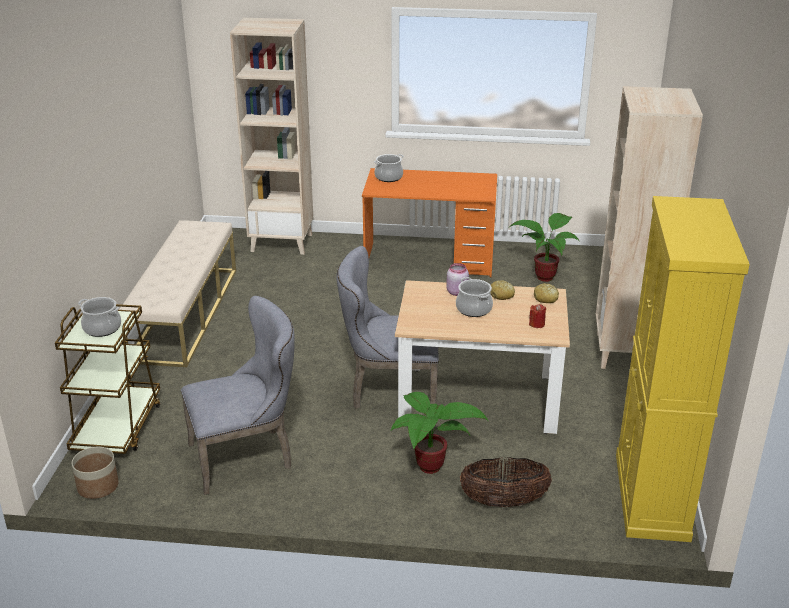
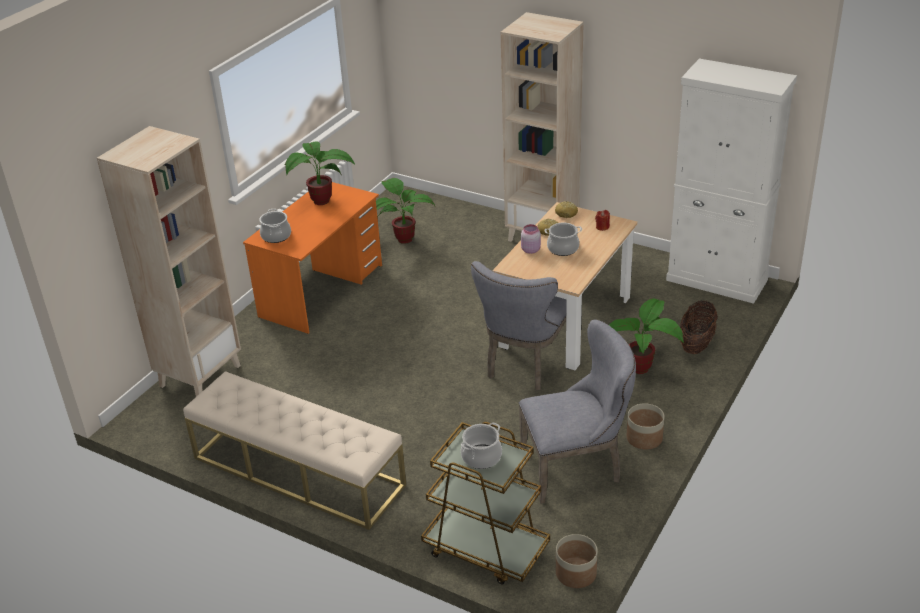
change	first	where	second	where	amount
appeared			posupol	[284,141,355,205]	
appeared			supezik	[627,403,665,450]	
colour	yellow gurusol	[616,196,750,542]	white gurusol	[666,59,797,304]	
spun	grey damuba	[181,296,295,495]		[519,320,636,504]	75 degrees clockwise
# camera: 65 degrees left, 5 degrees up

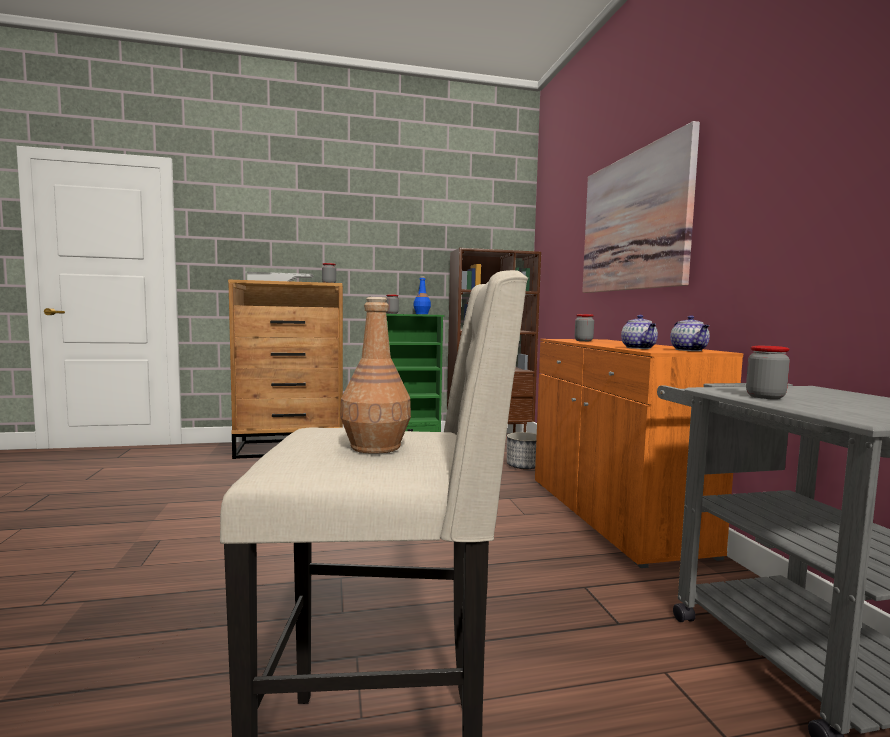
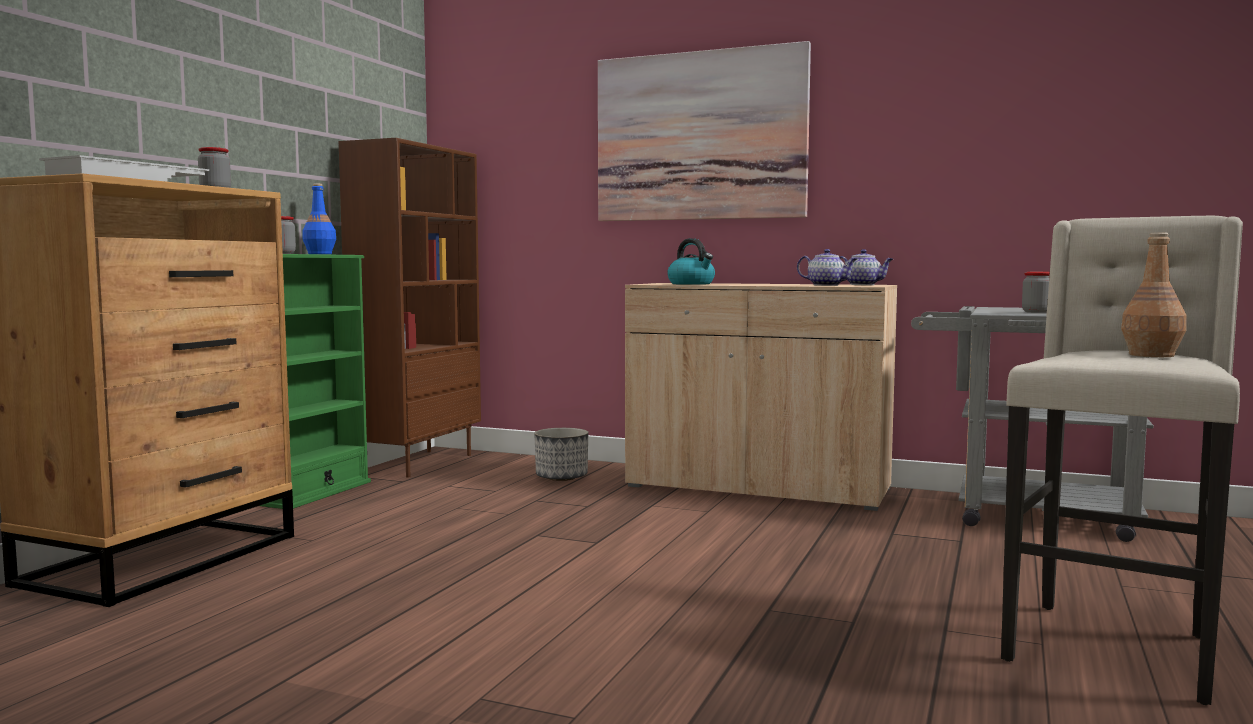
change	first	where	second	where	amount
exchanged	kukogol	[575,314,594,341]	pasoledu	[667,238,715,285]	
colour	orange gurusol	[535,339,743,568]	beige gurusol	[625,283,897,511]	
# camera: 55 degrees left, 0 degrees up

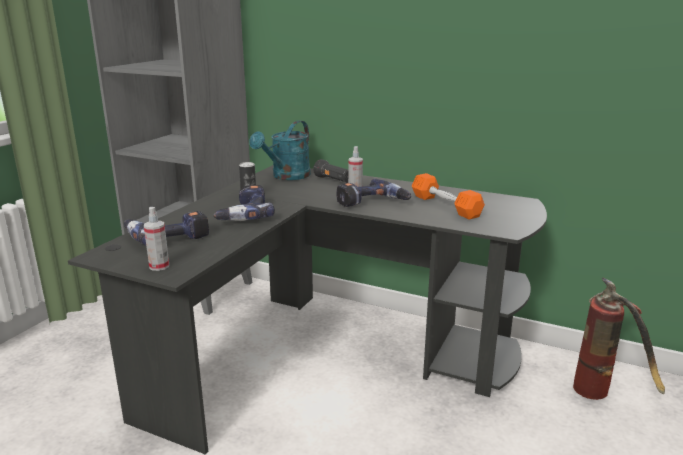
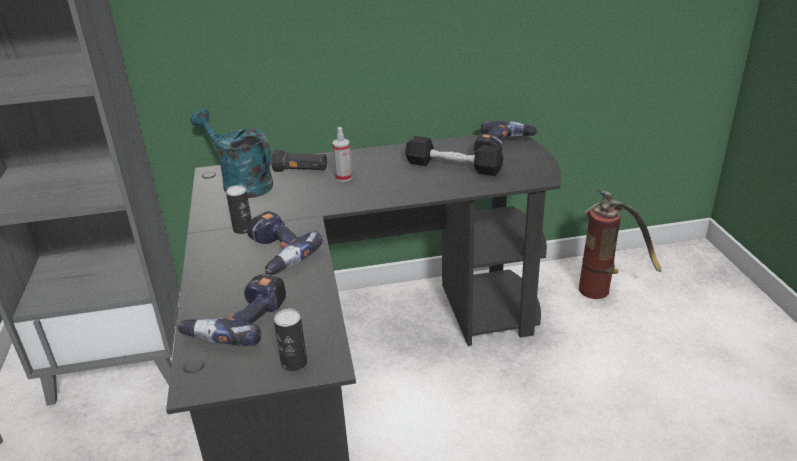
change	first	where	second	where	amount
relocated	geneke	[336,179,411,207]		[474,121,538,155]	
exchanged	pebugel	[144,207,169,271]	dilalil	[274,309,307,371]	
colour	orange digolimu	[412,173,485,219]	black digolimu	[405,136,503,176]	
spun	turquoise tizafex	[249,121,311,180]		[191,108,273,198]	135 degrees clockwise
# camera: 35 degrees left, 10 degrees up

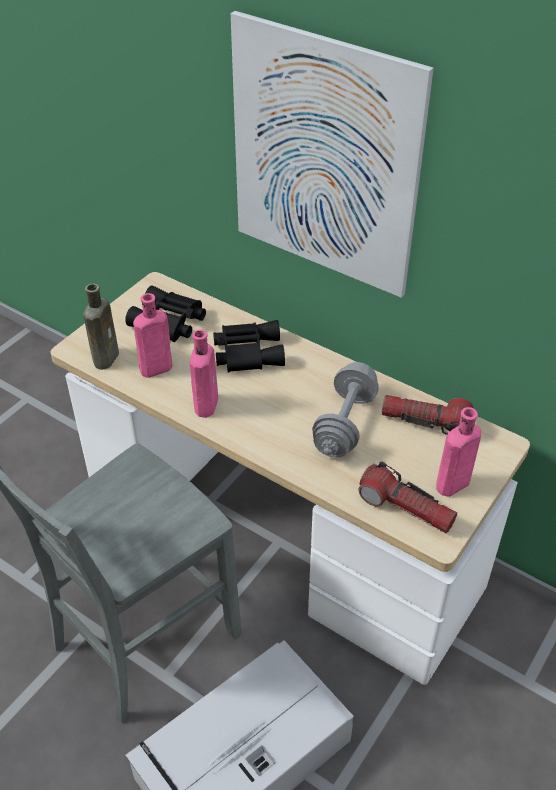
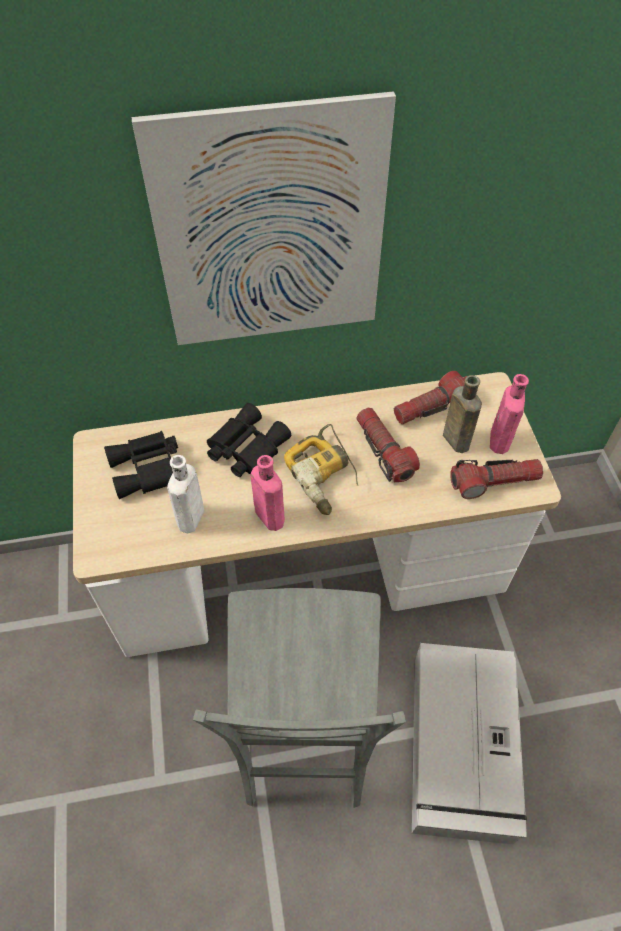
change	first	where	second	where	amount
appeared			geneke	[284,424,358,515]	
relocated	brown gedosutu	[83,283,119,370]		[443,375,482,453]	
exchanged	grey digolimu	[312,362,379,458]	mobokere	[356,407,420,482]	
colour	pink gedosutu	[133,293,172,378]	white gedosutu	[167,455,204,533]	
# camera: 45 degrees left, 10 degrees up

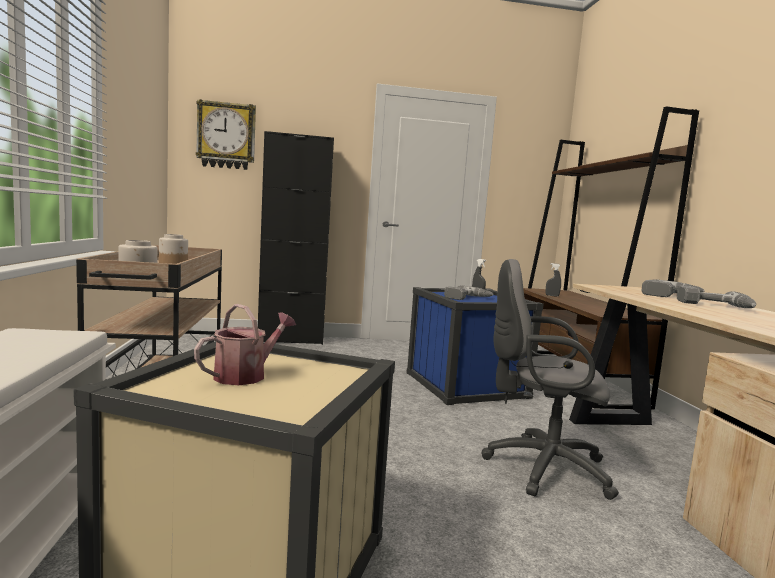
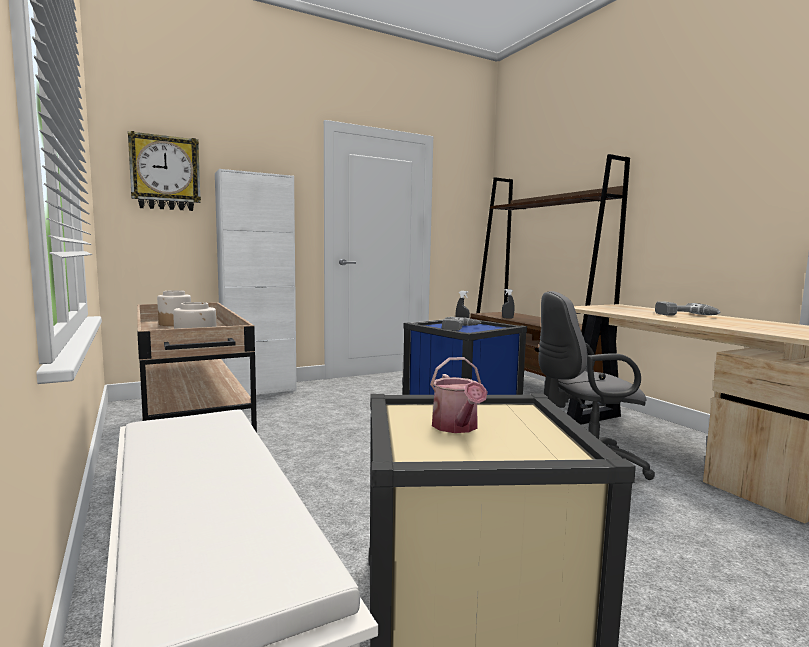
change	first	where	second	where	amount
missing	geneke	[641,280,704,297]			
colour	black gurusol	[258,131,334,345]	white gurusol	[215,169,297,396]	
spun	tizafex	[194,304,296,385]		[430,357,488,433]	150 degrees clockwise
# camera: 20 degrees left, 0 degrees up

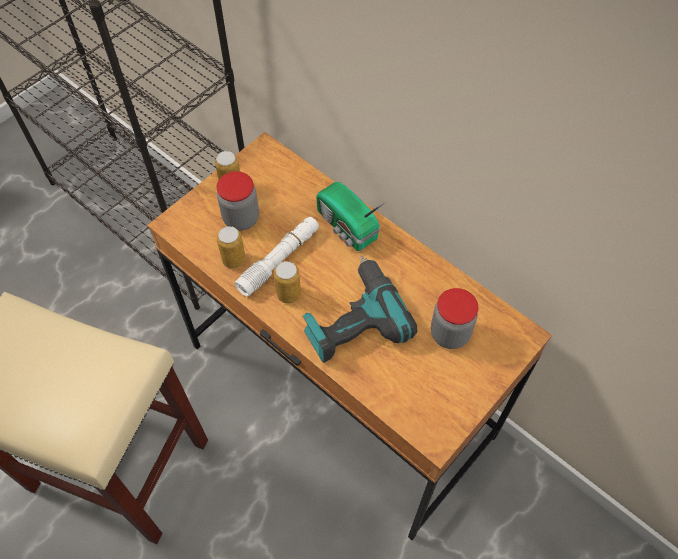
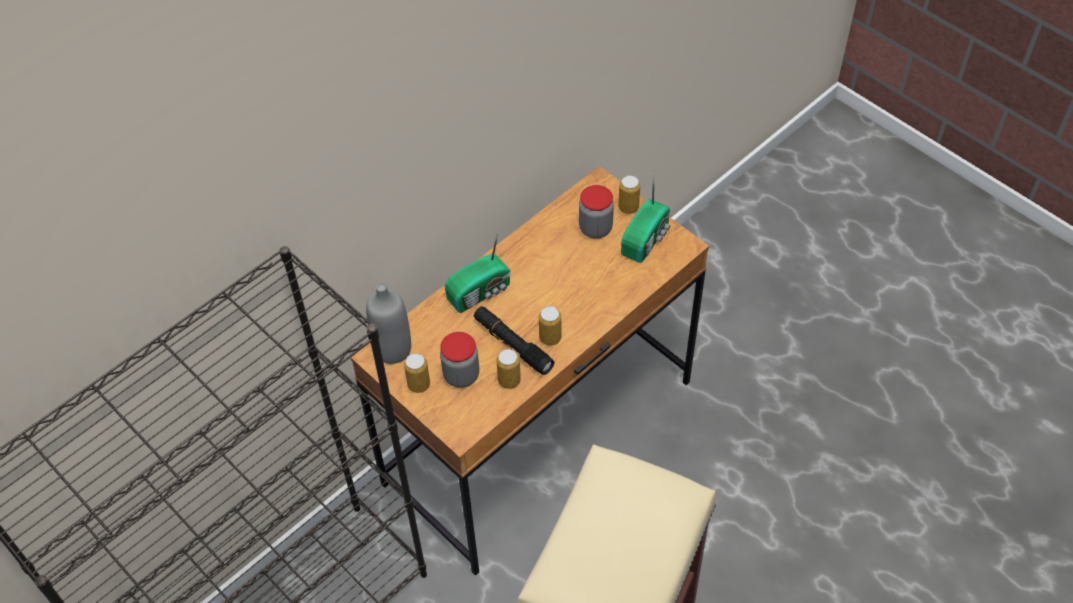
change	first	where	second	where	amount
missing	geneke	[303,256,417,363]			
appeared			grey gedosutu	[366,283,411,364]	
appeared			dilalil	[618,175,640,214]	
appeared			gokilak	[621,173,671,263]	
colour	white mobokere	[234,217,319,297]	black mobokere	[474,306,554,375]	
# camera: 85 degrees left, 5 degrees down

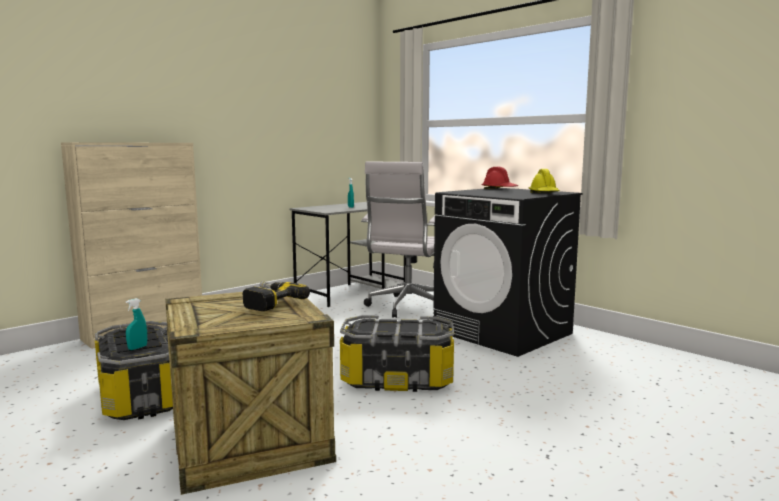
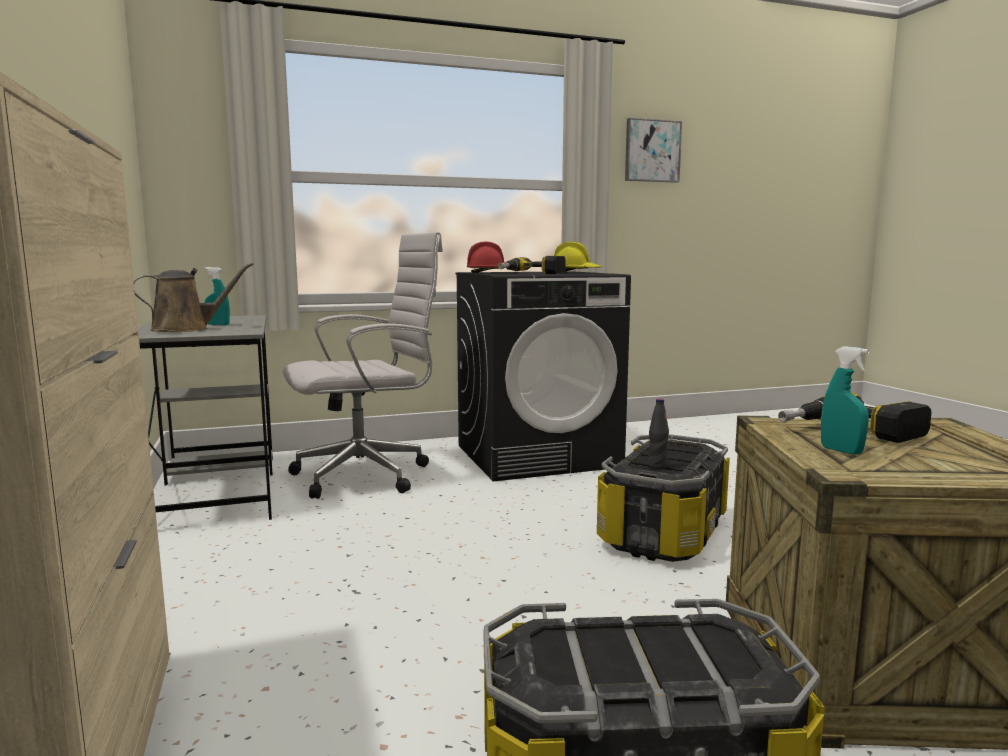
change	first	where	second	where	amount
appeared			brown tizafex	[134,262,253,332]	
appeared			geneke	[498,256,566,274]	
appeared			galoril	[625,118,682,183]	
appeared			black gedosutu	[648,399,669,470]	
relocated	turquoise pebugel	[126,298,147,350]		[821,346,869,454]	
spun	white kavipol	[361,161,435,318]		[283,232,443,499]	75 degrees counterclockwise
# camera: 65 degrees left, 0 degrees up

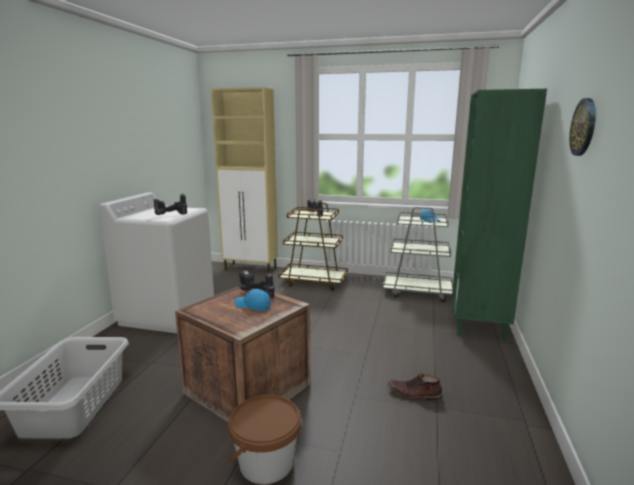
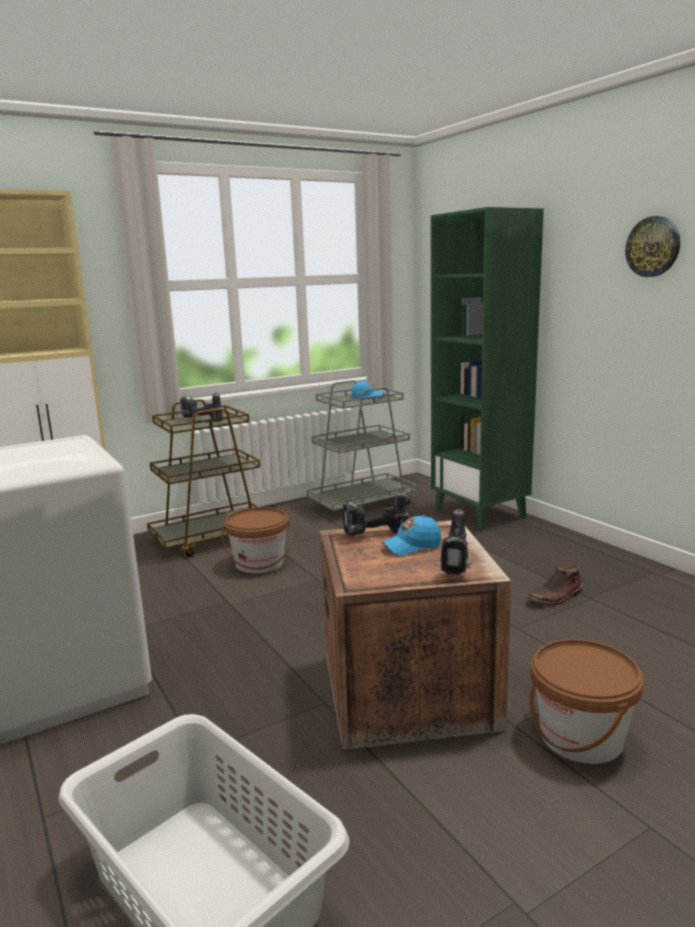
change	first	where	second	where	amount
appeared			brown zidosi	[222,507,292,573]	
relocated	geneke	[154,193,187,215]		[441,508,472,575]	
# camera: 45 degrees left, 0 degrees up

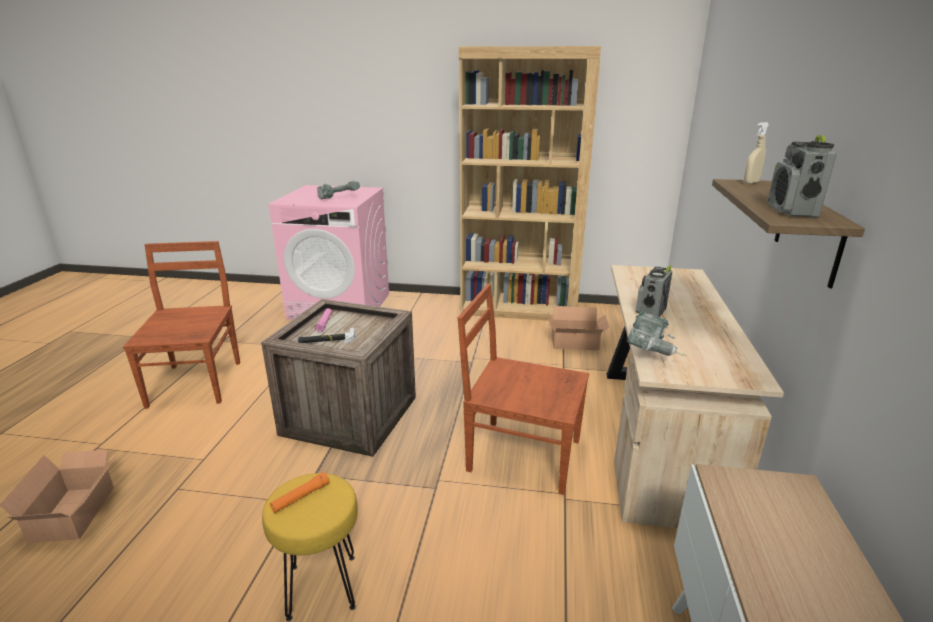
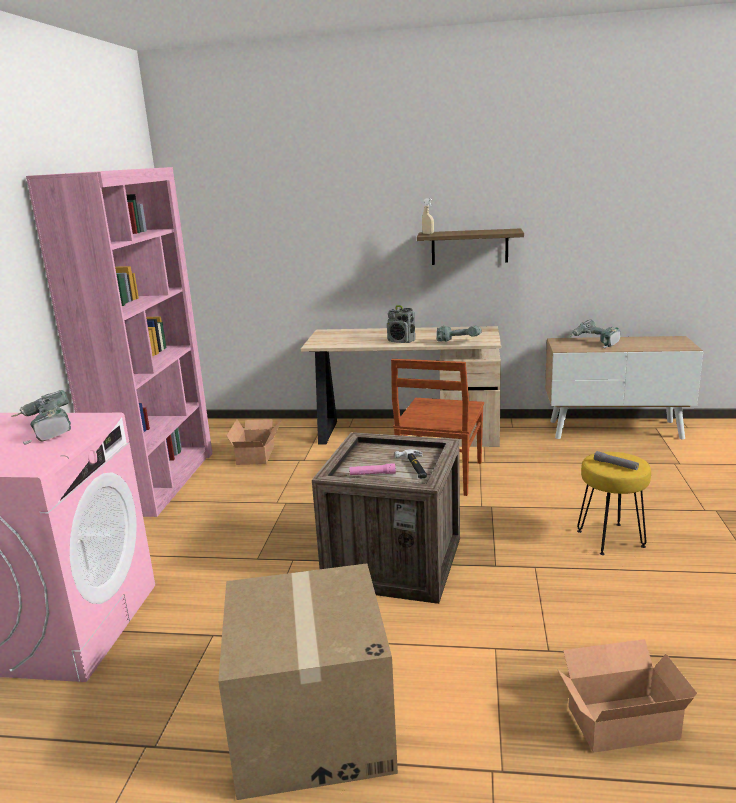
change	first	where	second	where	amount
missing	gokilak	[768,135,837,218]			
appeared			geneke	[571,320,620,348]	
exchanged	brown damuba	[123,241,240,409]	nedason	[218,564,398,800]	
colour	orange mobokere	[270,472,329,513]	grey mobokere	[594,451,639,470]	
colour	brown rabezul	[459,46,601,321]	pink rabezul	[26,167,213,517]	
# camera: 90 degrees left, 5 degrees down

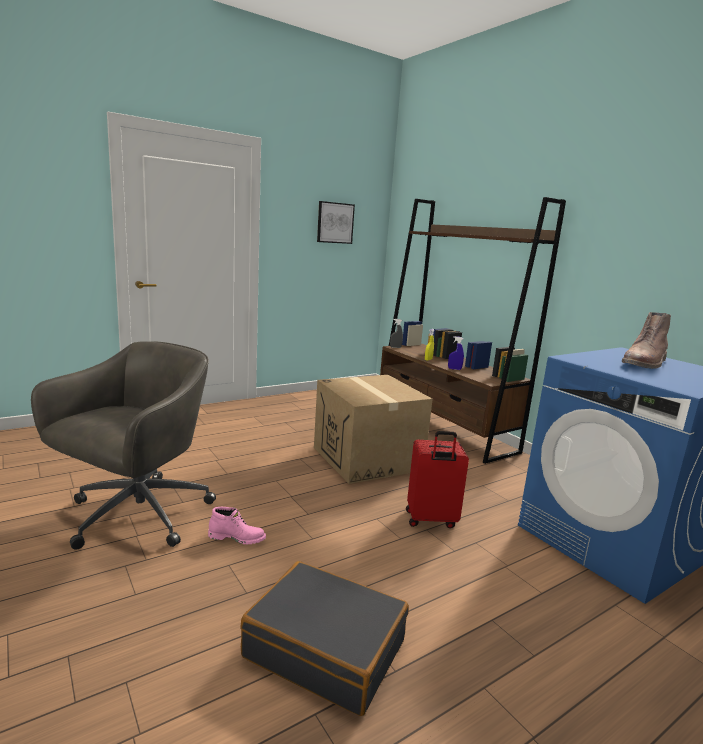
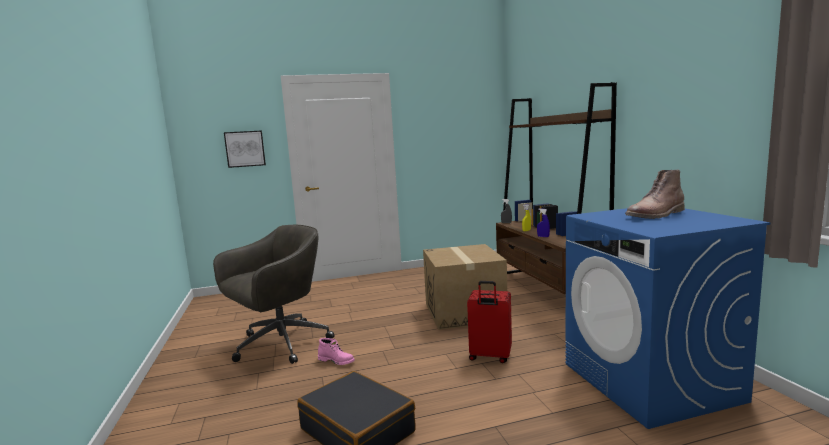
change	first	where	second	where	amount
relocated	galoril	[317,201,355,244]		[224,131,266,168]	
# camera: 20 degrees right, 5 degrees down

